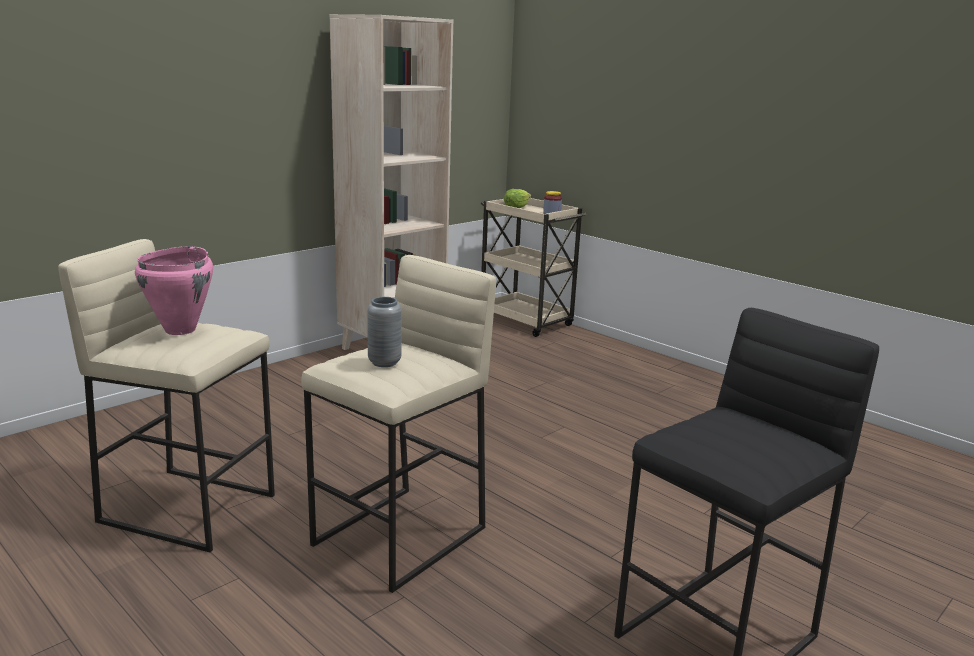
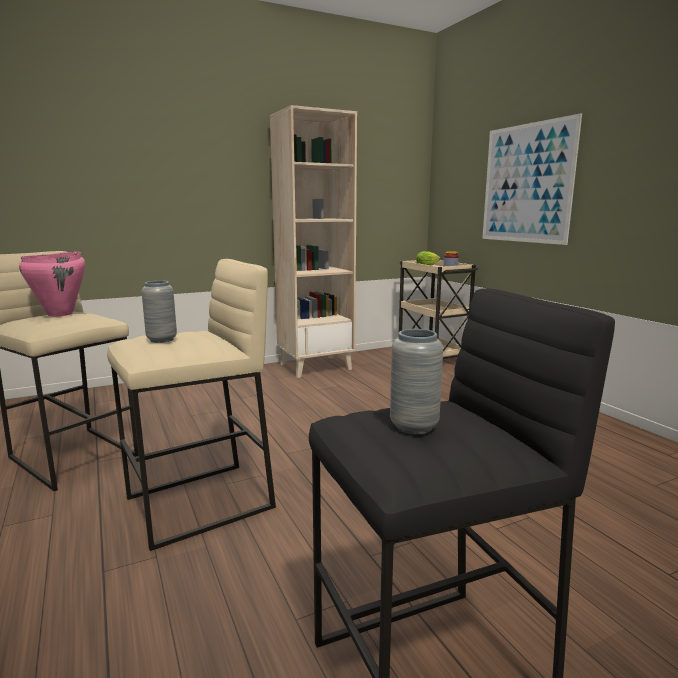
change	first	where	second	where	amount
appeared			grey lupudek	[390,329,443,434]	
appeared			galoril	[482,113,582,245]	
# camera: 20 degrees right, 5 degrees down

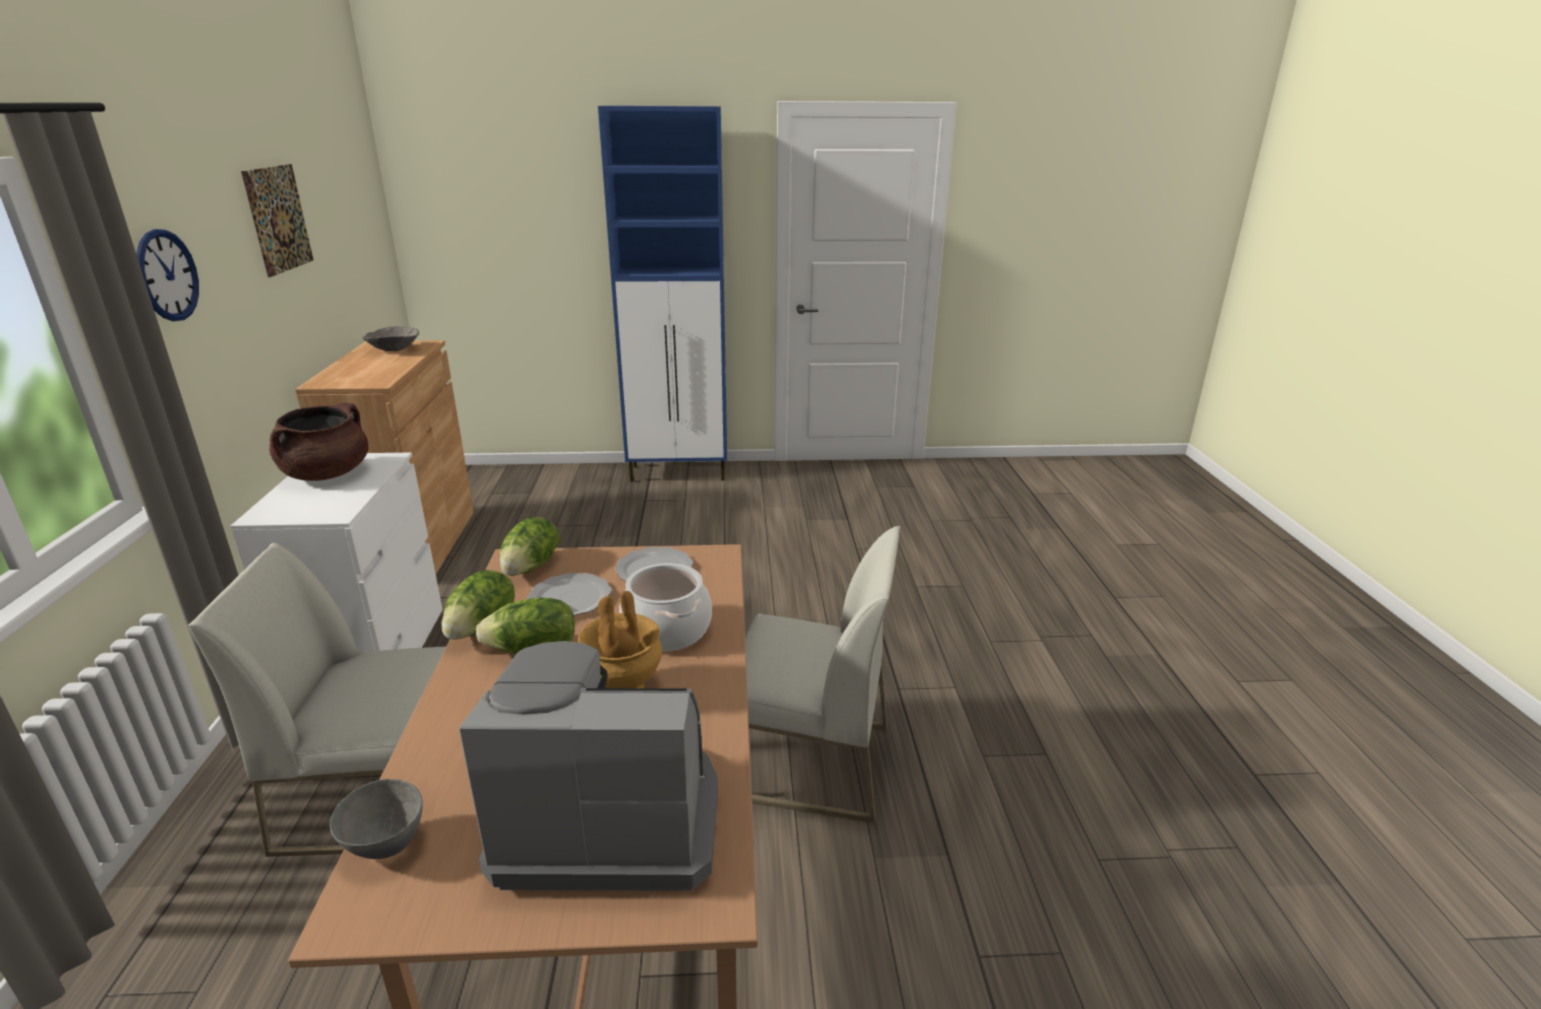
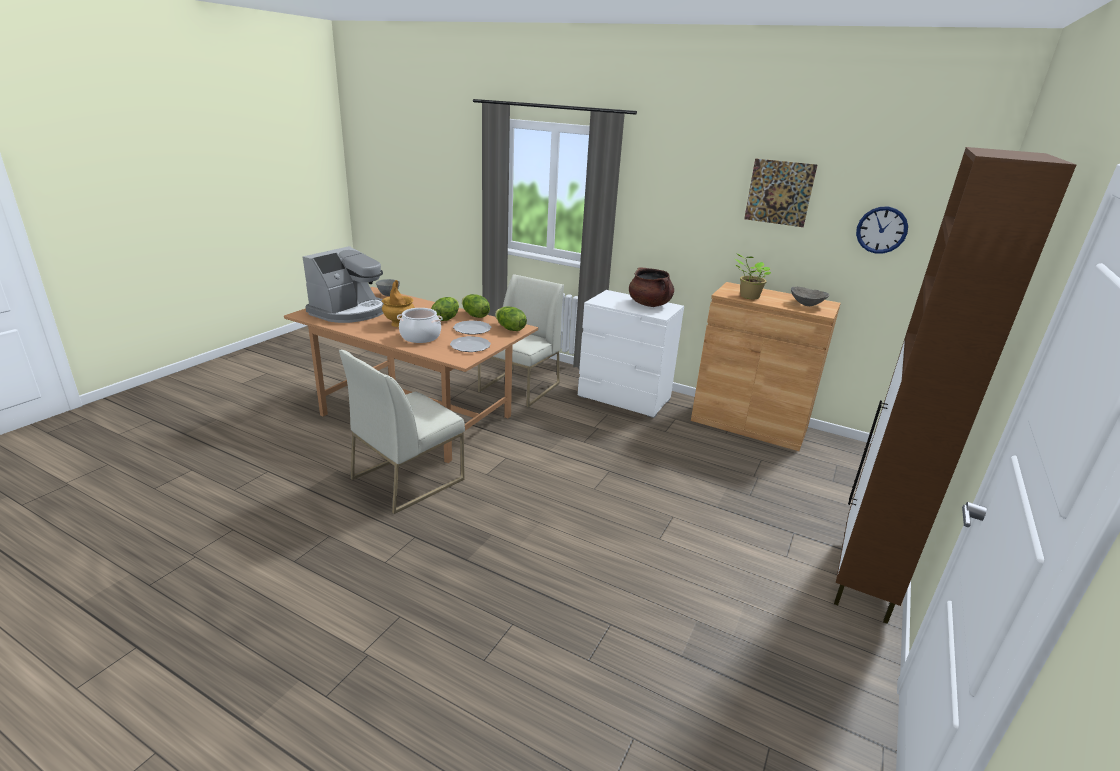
change	first	where	second	where	amount
appeared			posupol	[735,253,771,299]	
relocated	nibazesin	[136,229,199,321]		[856,207,908,254]	
colour	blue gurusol	[598,106,727,482]	brown gurusol	[834,147,1076,624]	
# camera: 120 degrees right, 0 degrees up

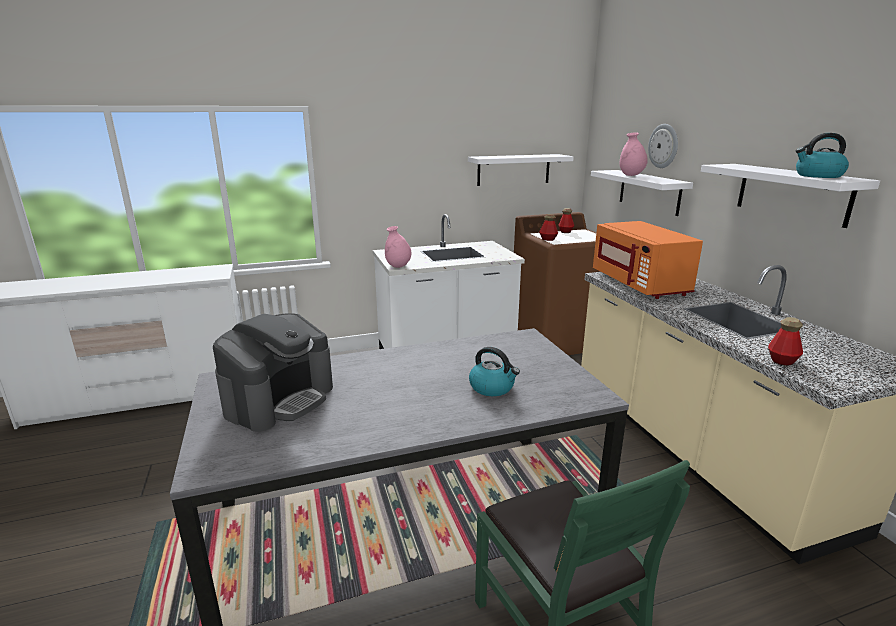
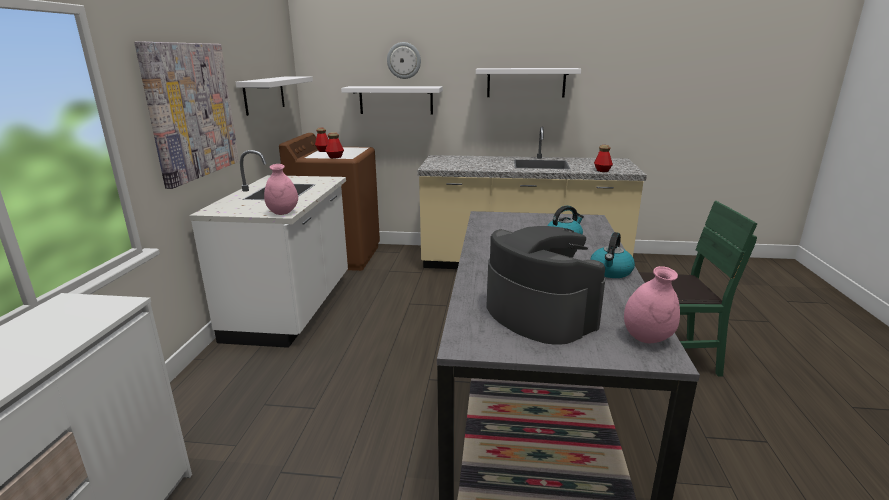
change	first	where	second	where	amount
missing	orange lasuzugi	[593,221,703,299]			
appeared			galoril	[134,42,239,189]	
relocated	pink lupudek	[619,132,648,176]		[624,266,680,344]	
relocated	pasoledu	[796,133,849,178]		[590,232,635,278]	
# camera: 65 degrees left, 0 degrees up

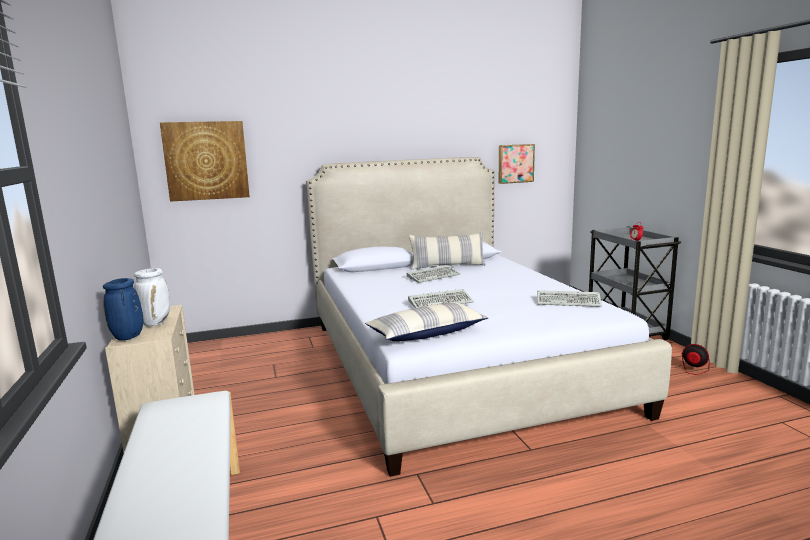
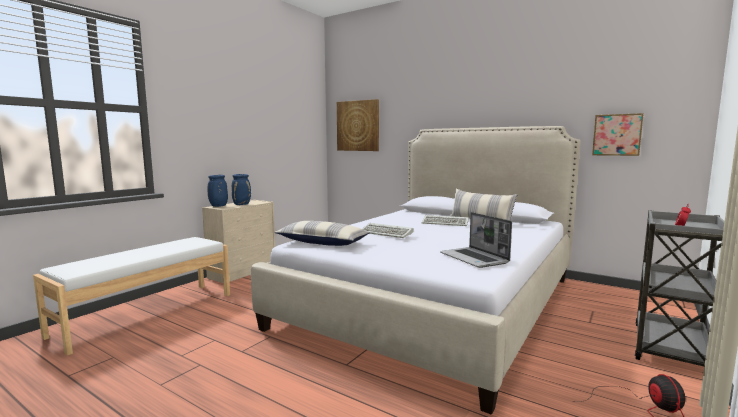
change	first	where	second	where	amount
exchanged	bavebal	[537,290,602,307]	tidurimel	[440,212,512,268]	
colour	white lupudek	[134,268,170,326]	blue lupudek	[232,174,251,205]	
# camera: 50 degrees right, 5 degrees down

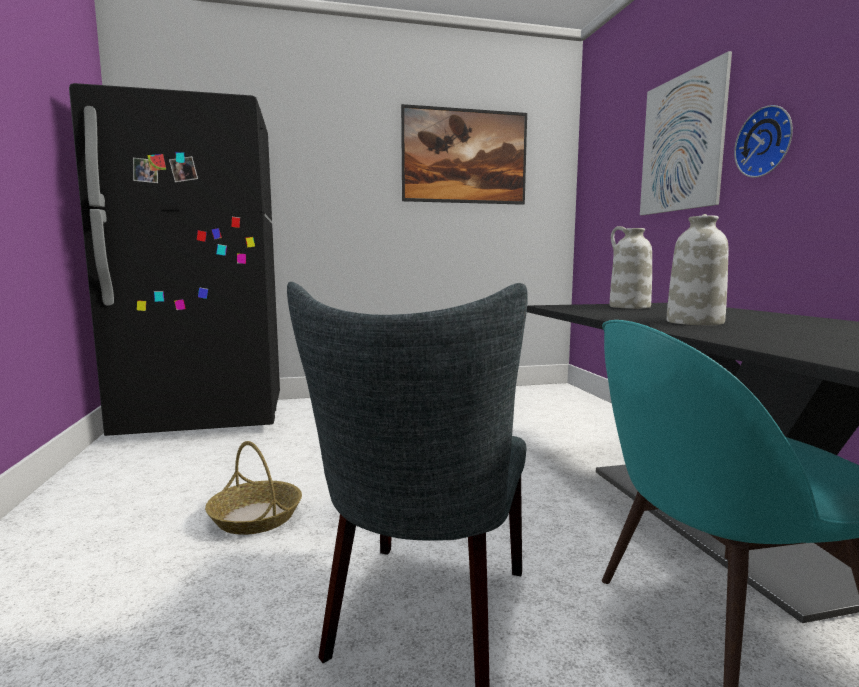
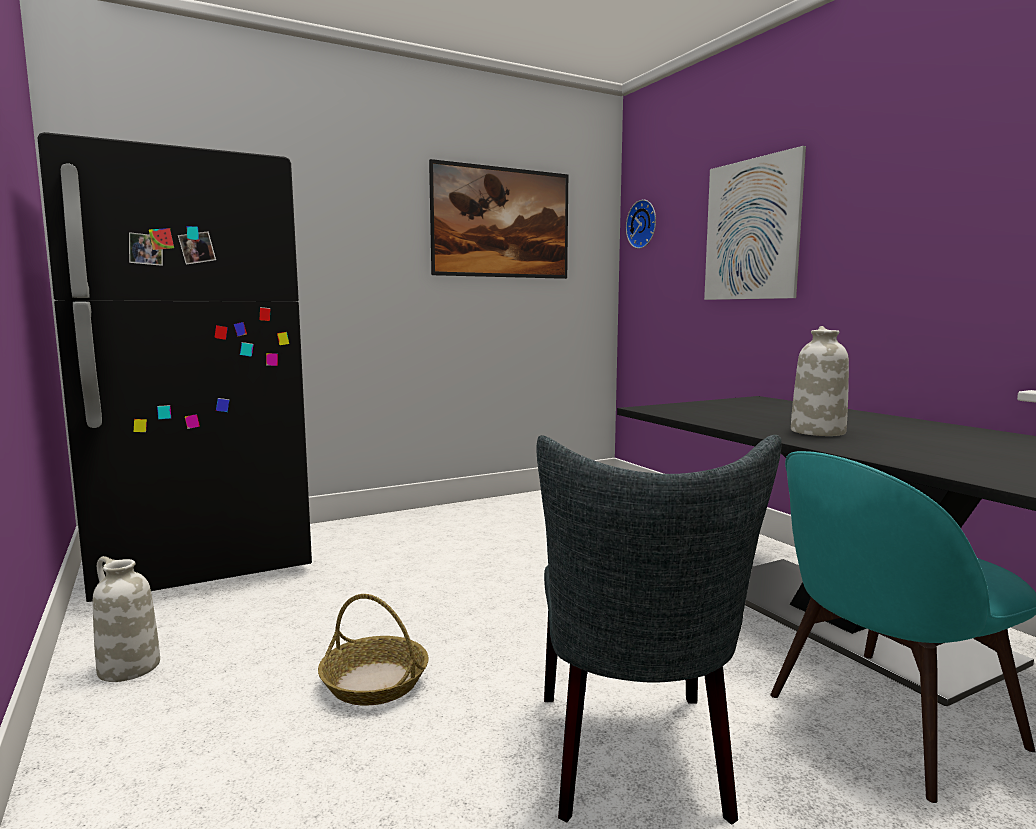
change	first	where	second	where	amount
relocated	white lupudek	[609,226,652,309]		[93,556,160,682]	
relocated	nibazesin	[734,105,793,178]		[626,200,656,249]	
# camera: 15 degrees left, 0 degrees up

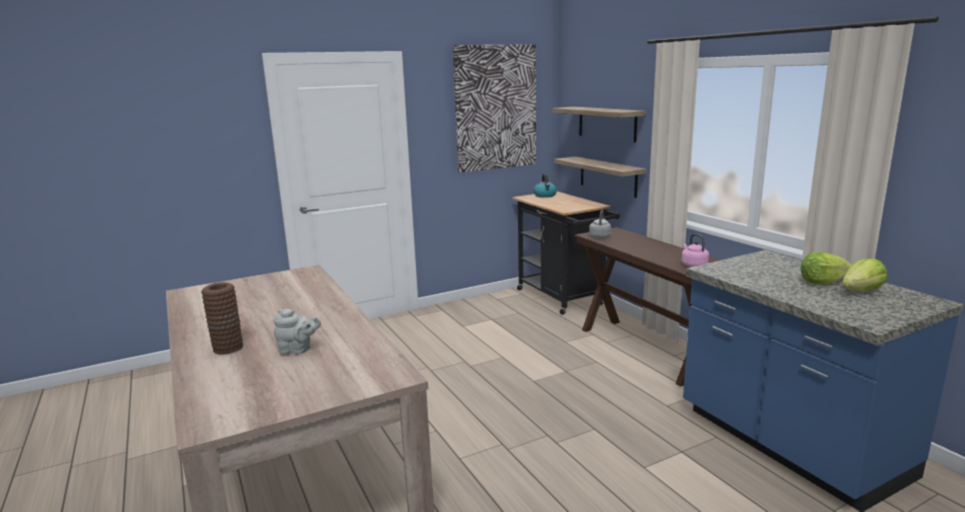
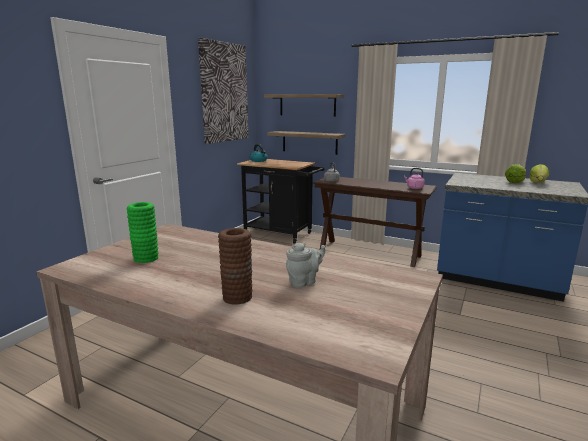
change	first	where	second	where	amount
appeared			green lupudek	[127,202,158,263]	
# camera: 35 degrees left, 0 degrees up

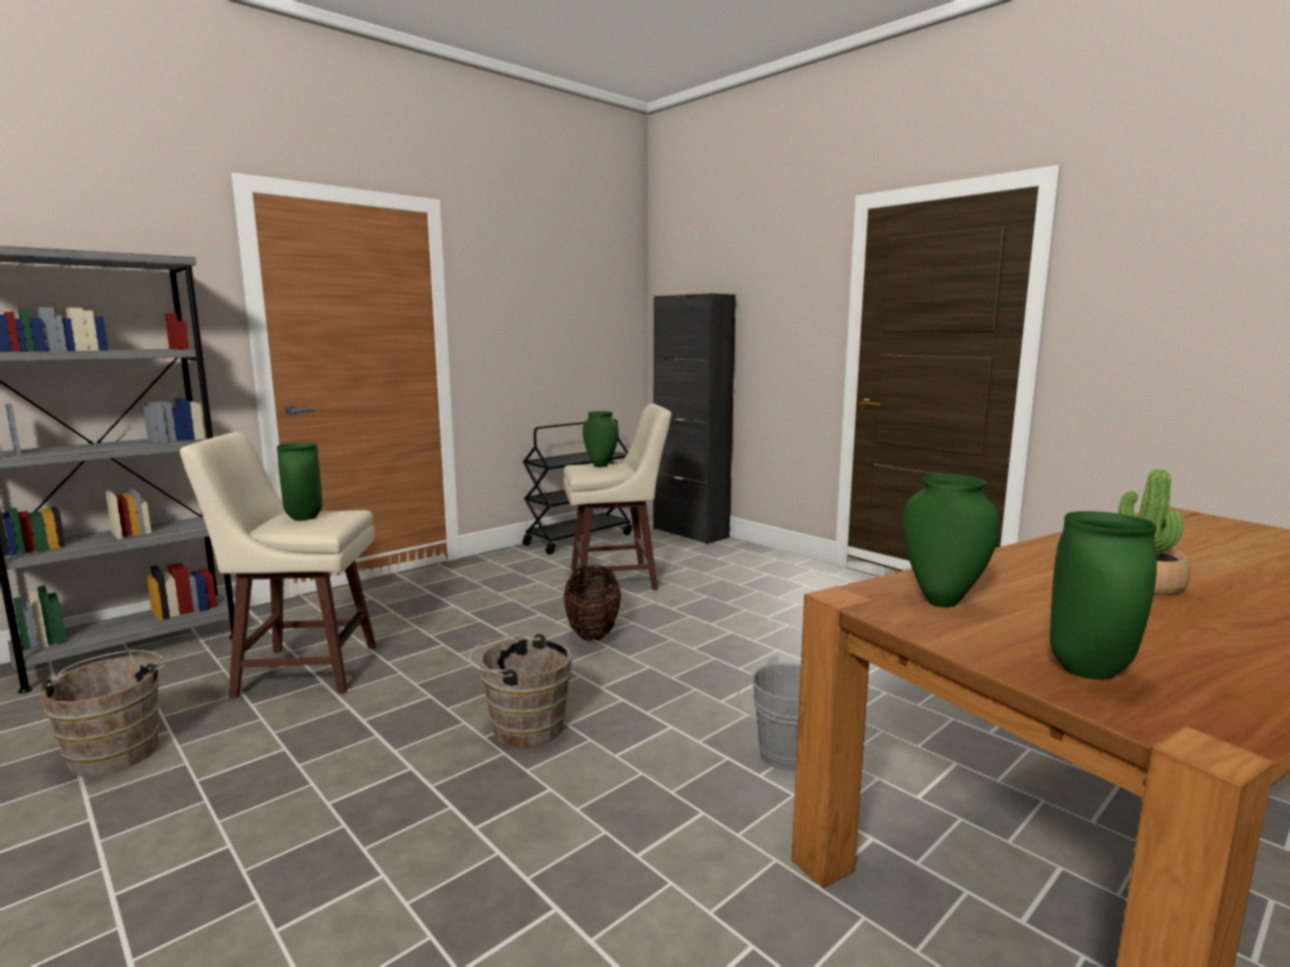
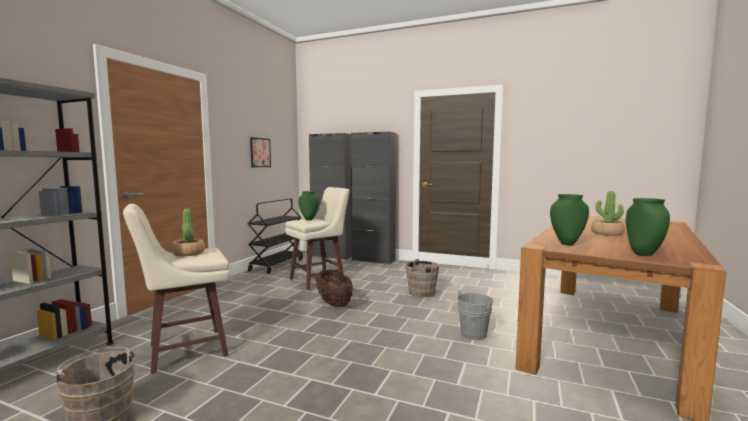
change	first	where	second	where	amount
appeared			galoril	[250,137,271,167]	
appeared			black gurusol	[351,132,396,265]	
relocated	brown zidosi	[469,634,572,748]		[401,259,439,297]	
exchanged	green lupudek	[277,442,323,520]	posupol	[171,208,205,256]	
# camera: 25 degrees left, 5 degrees down

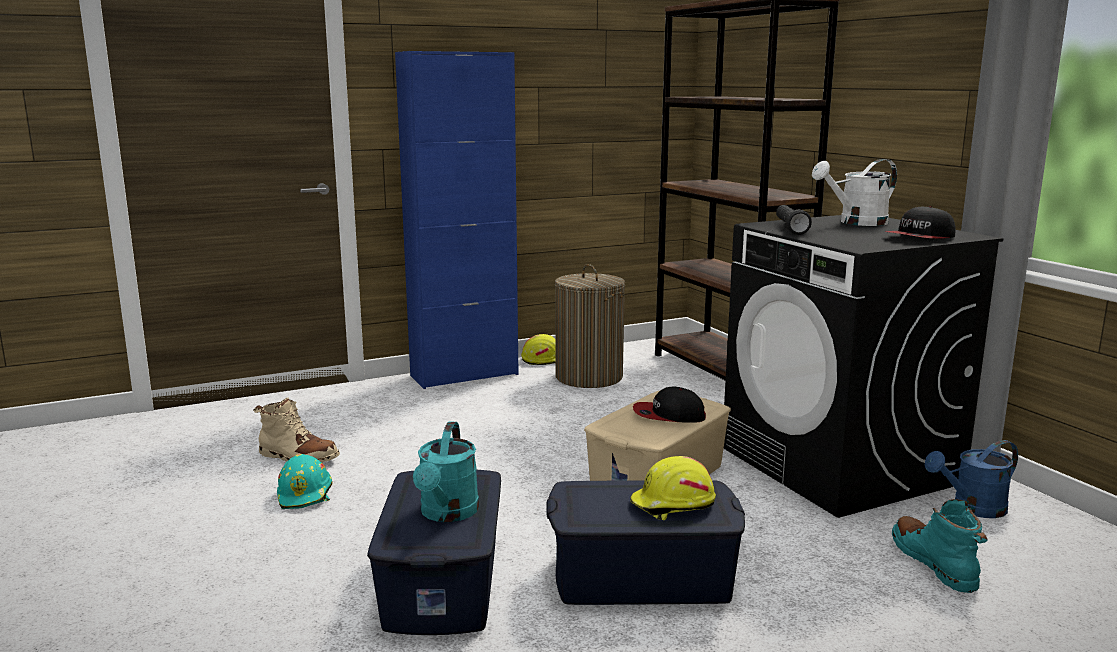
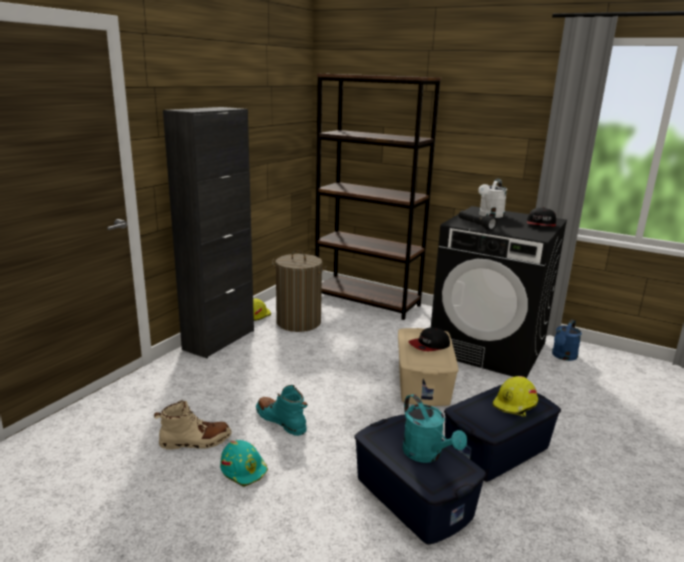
change	first	where	second	where	amount
relocated	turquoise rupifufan	[892,499,988,593]		[256,385,308,436]	
colour	blue gurusol	[395,51,519,389]	black gurusol	[163,107,254,358]	
# camera: 35 degrees left, 5 degrees up

